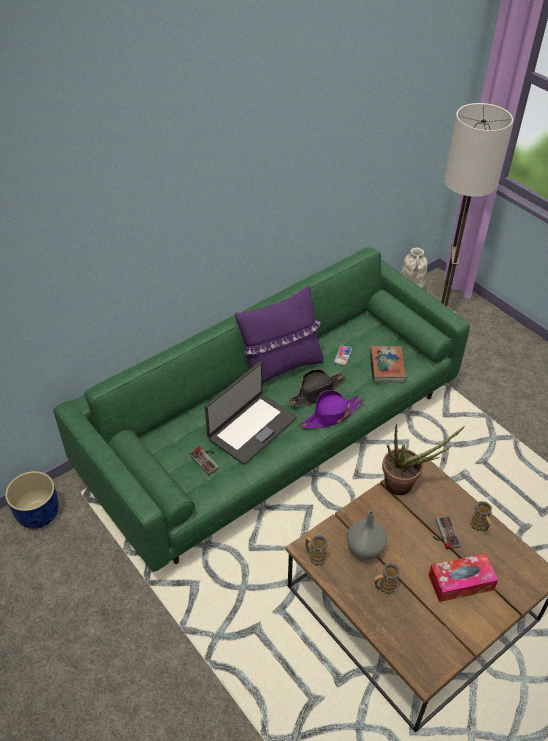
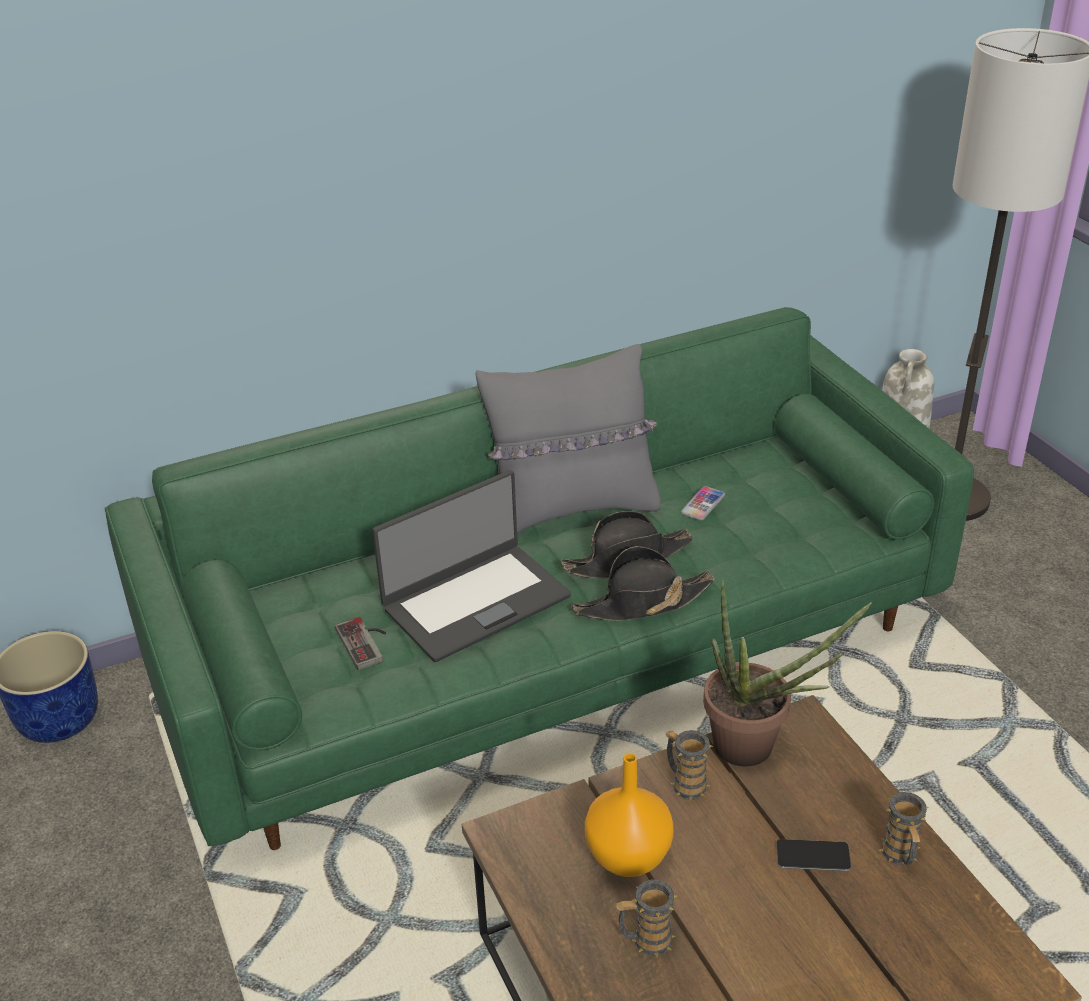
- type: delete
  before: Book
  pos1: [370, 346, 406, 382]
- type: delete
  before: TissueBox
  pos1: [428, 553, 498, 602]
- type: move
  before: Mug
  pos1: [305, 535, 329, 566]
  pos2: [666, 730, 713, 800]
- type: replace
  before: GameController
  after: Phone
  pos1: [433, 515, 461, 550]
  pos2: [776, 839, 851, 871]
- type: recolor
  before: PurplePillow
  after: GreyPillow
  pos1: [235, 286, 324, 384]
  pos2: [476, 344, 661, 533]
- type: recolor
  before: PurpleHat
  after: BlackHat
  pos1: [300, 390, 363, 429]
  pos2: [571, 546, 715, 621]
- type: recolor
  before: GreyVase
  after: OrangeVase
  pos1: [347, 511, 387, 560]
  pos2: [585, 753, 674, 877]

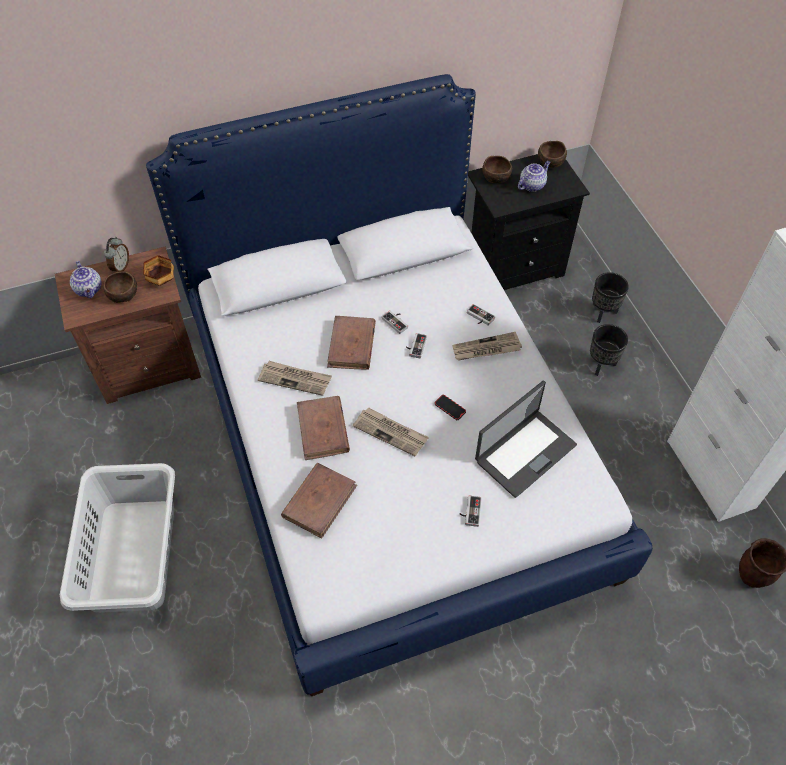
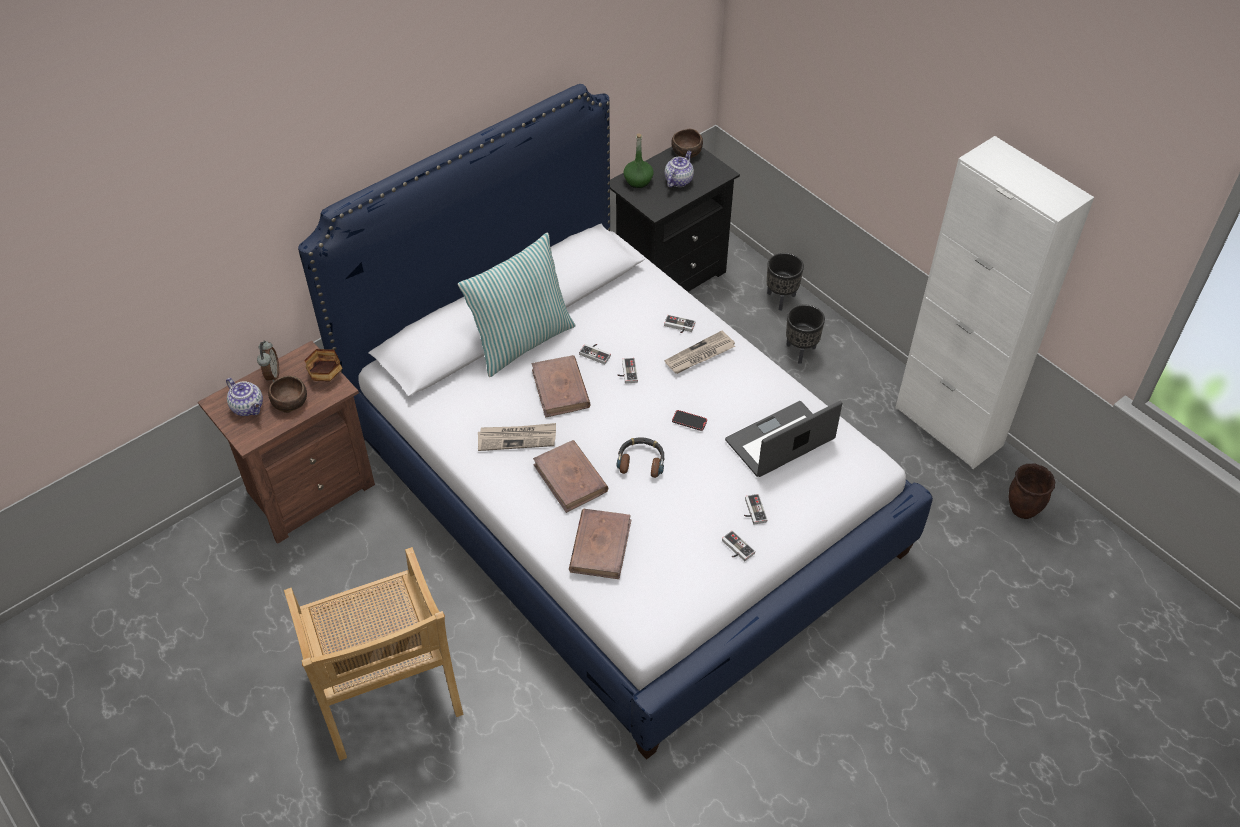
- type: insert
  after: Pillow
  pos2: [458, 232, 575, 377]
- type: insert
  after: GameController
  pos2: [722, 530, 755, 561]
- type: replace
  before: GreyLaundryBasket
  after: BeigeChair
  pos1: [60, 463, 175, 613]
  pos2: [284, 547, 463, 761]
- type: replace
  before: Newspaper
  after: Headphones
  pos1: [353, 407, 429, 456]
  pos2: [616, 437, 665, 478]
- type: replace
  before: BrownBowl
  after: GreenBottle
  pos1: [482, 156, 512, 183]
  pos2: [623, 133, 654, 188]
- type: rotate
  before: Laptop
  pos1: [475, 381, 577, 498]
  pos2: [725, 400, 842, 477]
  turn: -150

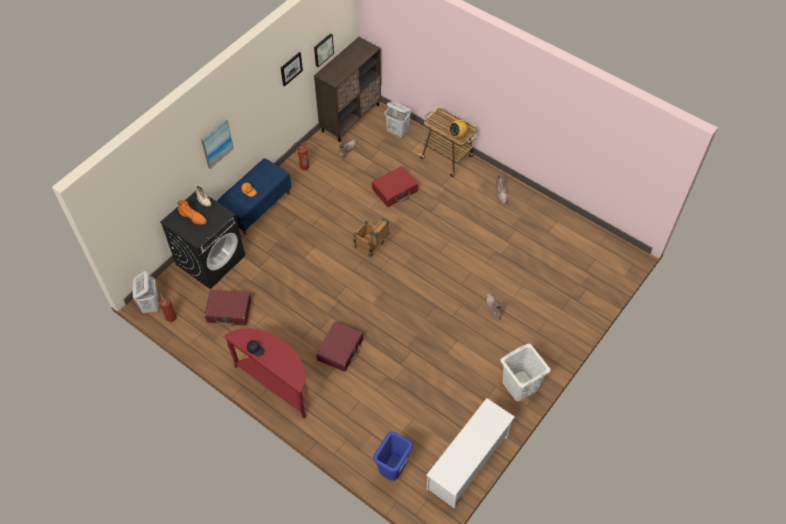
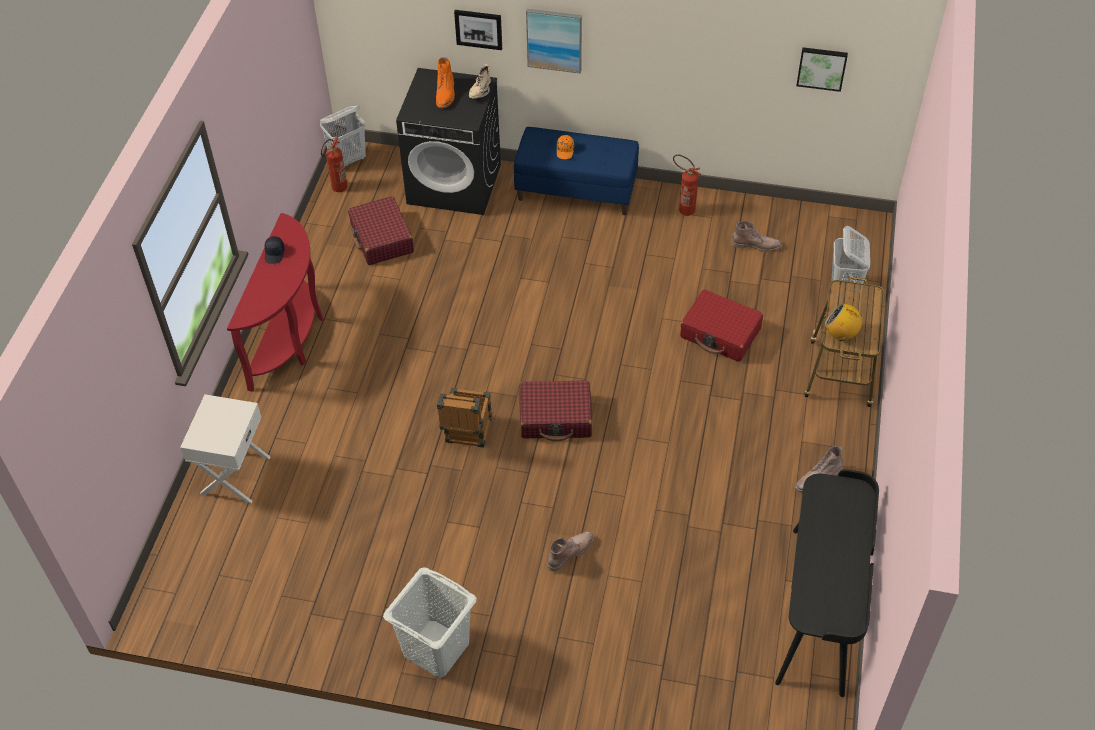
- type: delete
  before: BrownCabinet
  pos1: [314, 37, 381, 142]
- type: delete
  before: BlueTrashCan
  pos1: [373, 432, 413, 481]
- type: delete
  before: WhiteShoeRack
  pos1: [426, 398, 515, 509]
- type: insert
  after: WhiteNightstand
  pos2: [180, 394, 270, 503]
- type: insert
  after: BlackDesk
  pos2: [775, 469, 879, 697]
- type: move
  before: Picture
  pos1: [281, 52, 303, 86]
  pos2: [454, 10, 502, 50]
- type: move
  before: RedSuitcase
  pos1: [316, 321, 363, 372]
  pos2: [520, 380, 592, 441]
- type: move
  before: Crate
  pos1: [353, 217, 389, 257]
  pos2: [437, 388, 492, 448]

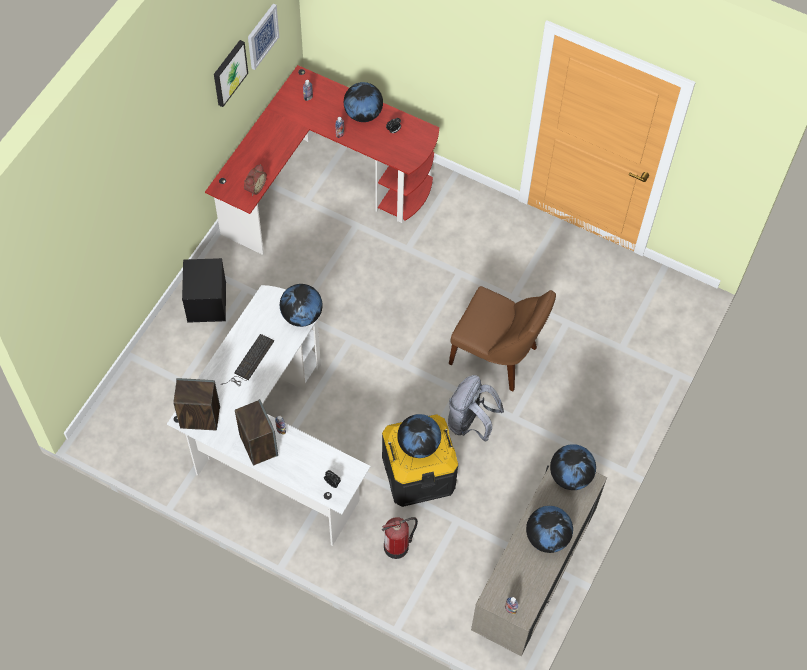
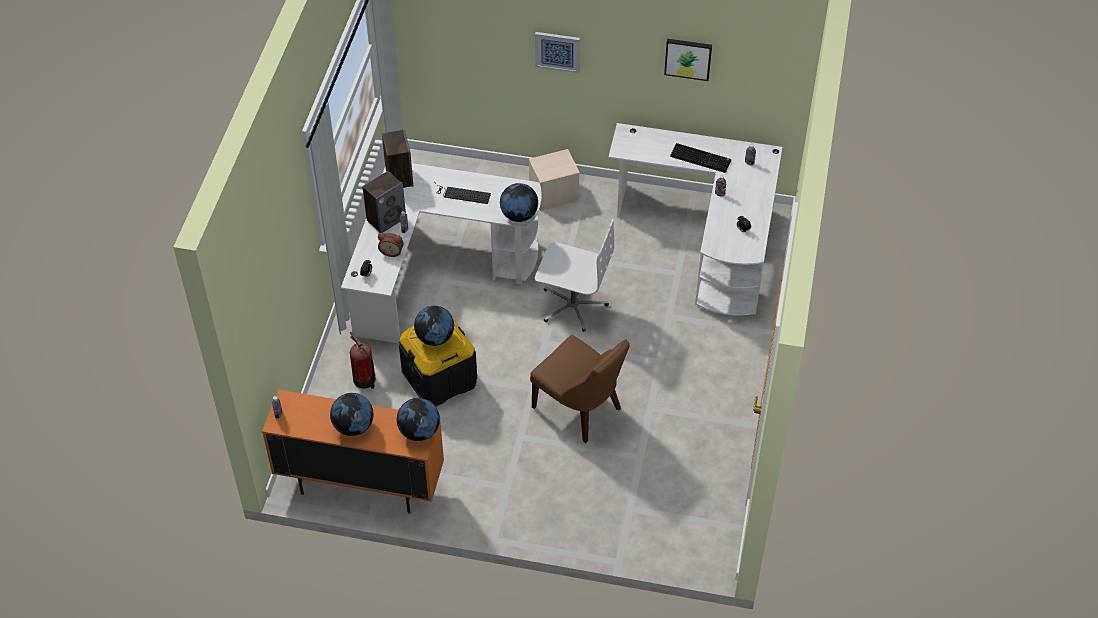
- type: delete
  before: Globe
  pos1: [344, 82, 383, 122]
- type: delete
  before: GreyBackpack
  pos1: [448, 375, 504, 442]
- type: insert
  after: WhiteOfficeChair
  pos2: [535, 219, 614, 332]
- type: insert
  after: Keyboard
  pos2: [670, 143, 731, 173]
- type: move
  before: AlarmClock
  pos1: [244, 164, 267, 196]
  pos2: [378, 233, 404, 257]
- type: move
  before: Picture
  pos1: [248, 3, 279, 70]
  pos2: [535, 32, 580, 73]
- type: recolor
  before: BlackStorageBox
  after: BeigeStorageBox
  pos1: [182, 258, 226, 323]
  pos2: [529, 149, 580, 211]
- type: recolor
  before: RedDesk
  after: WhiteDesk
  pos1: [205, 65, 439, 255]
  pos2: [608, 123, 782, 315]
- type: recolor
  before: BeigeCabinet
  after: OrangeCabinet
  pos1: [471, 465, 607, 656]
  pos2: [262, 389, 444, 514]
- type: rotate
  before: BrownChair
  pos1: [449, 286, 556, 392]
  pos2: [530, 335, 629, 443]
  turn: -60

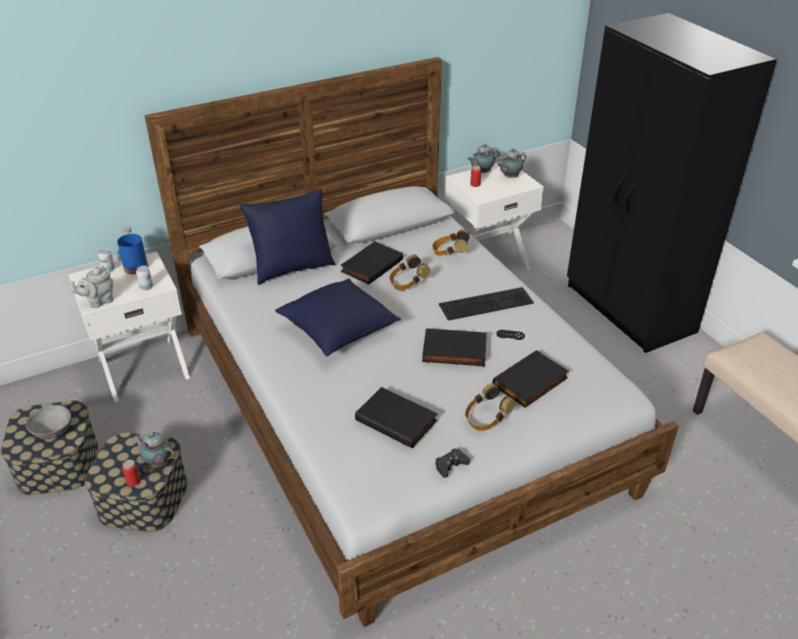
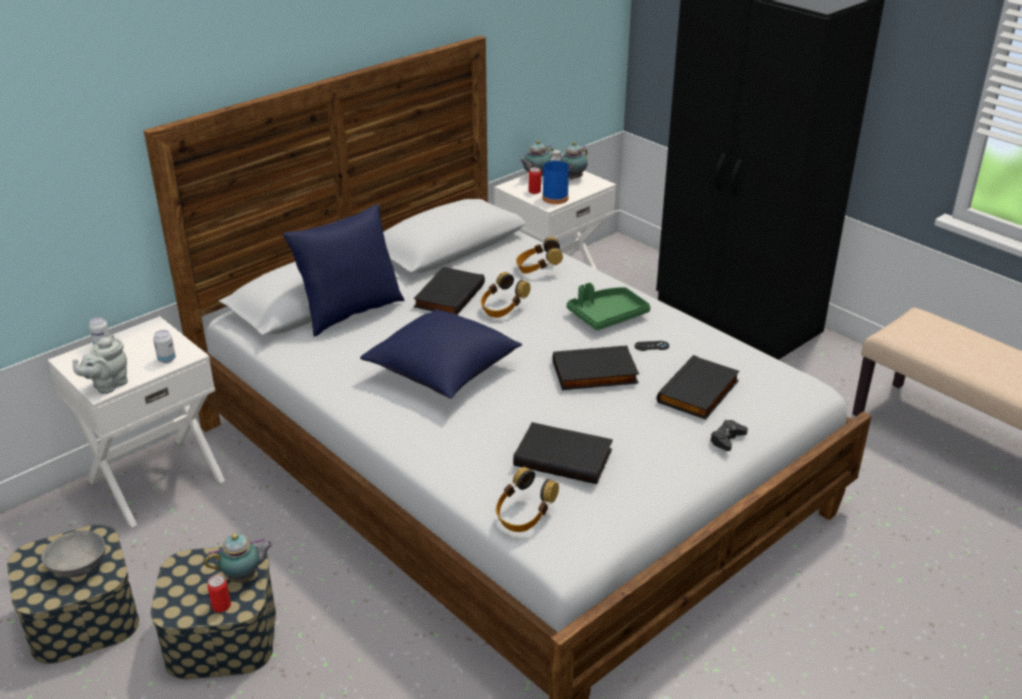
- type: move
  before: BlueBottle
  pos1: [117, 226, 148, 274]
  pos2: [542, 150, 569, 204]
- type: move
  before: BlackGameController
  pos1: [435, 448, 470, 478]
  pos2: [710, 420, 748, 451]
- type: move
  before: Headphones
  pos1: [465, 383, 515, 431]
  pos2: [496, 467, 559, 532]
- type: replace
  before: Keyboard
  after: GreenTray
  pos1: [439, 287, 534, 321]
  pos2: [567, 283, 651, 331]
- type: rotate
  before: Teapot
  pos1: [132, 432, 176, 468]
  pos2: [204, 534, 274, 583]
  turn: 150

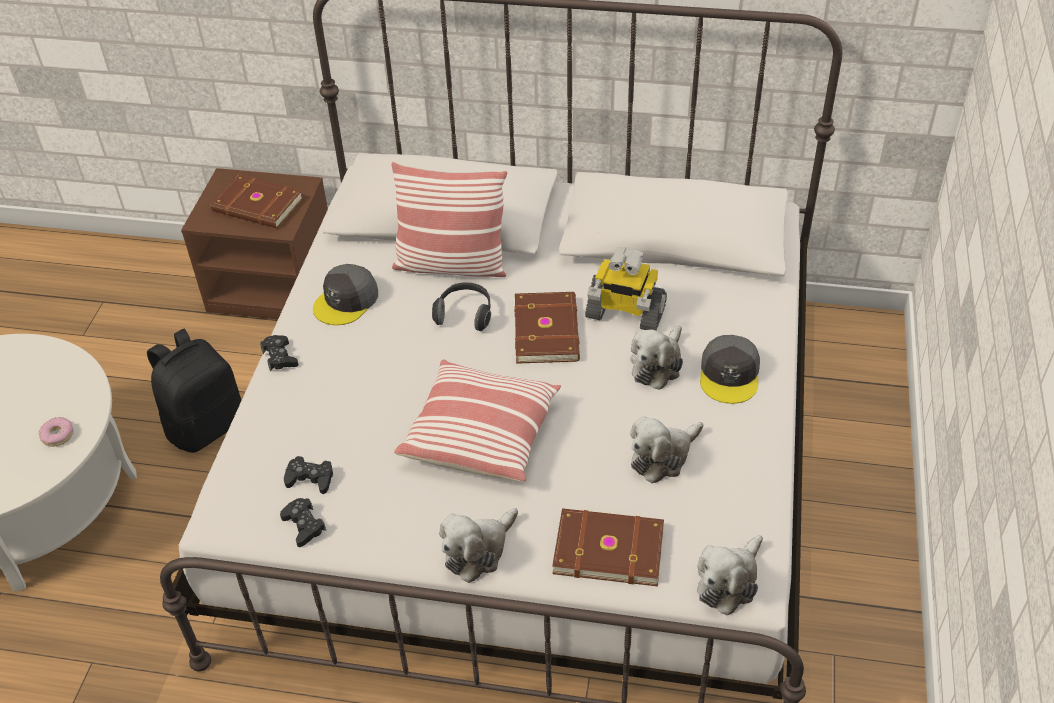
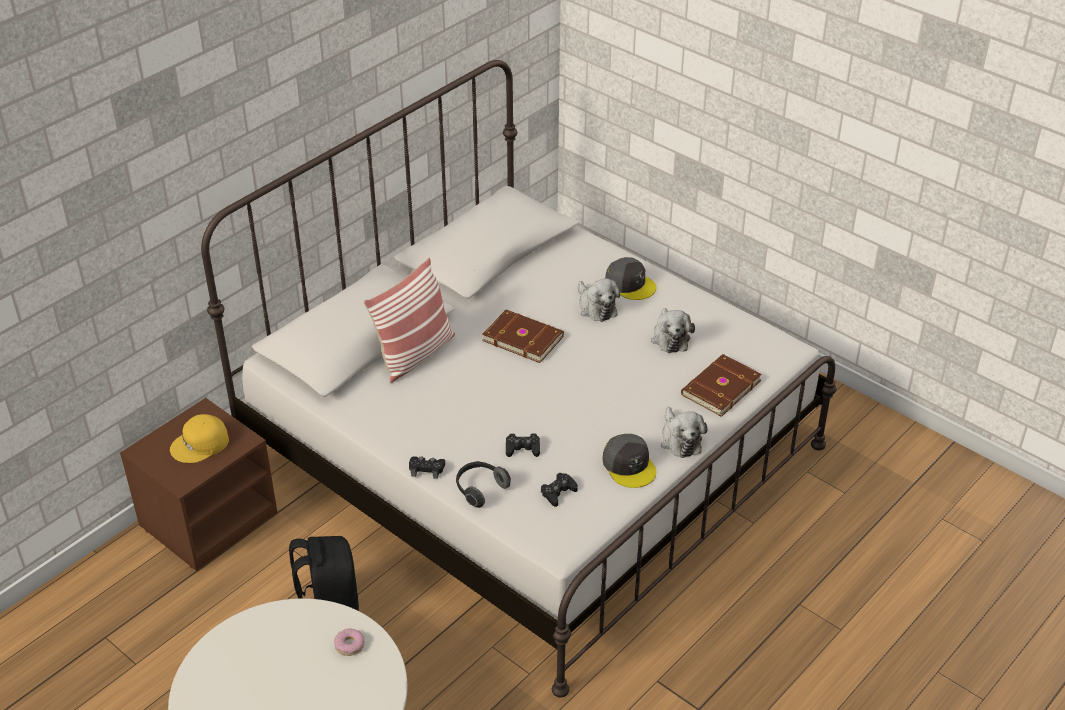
- type: delete
  before: Pillow
  pos1: [394, 359, 561, 482]
- type: delete
  before: ToyRobot
  pos1: [585, 247, 667, 330]
- type: delete
  before: PlushToy
  pos1: [697, 535, 763, 615]
- type: move
  before: BlackGameController
  pos1: [280, 498, 326, 547]
  pos2: [506, 433, 540, 457]
- type: move
  before: GreyCap
  pos1: [313, 264, 378, 325]
  pos2: [602, 434, 656, 488]
- type: move
  before: Headphones
  pos1: [432, 282, 491, 331]
  pos2: [456, 461, 511, 508]
- type: replace
  before: BrownBook
  after: YellowCap
  pos1: [211, 174, 303, 228]
  pos2: [170, 414, 229, 463]

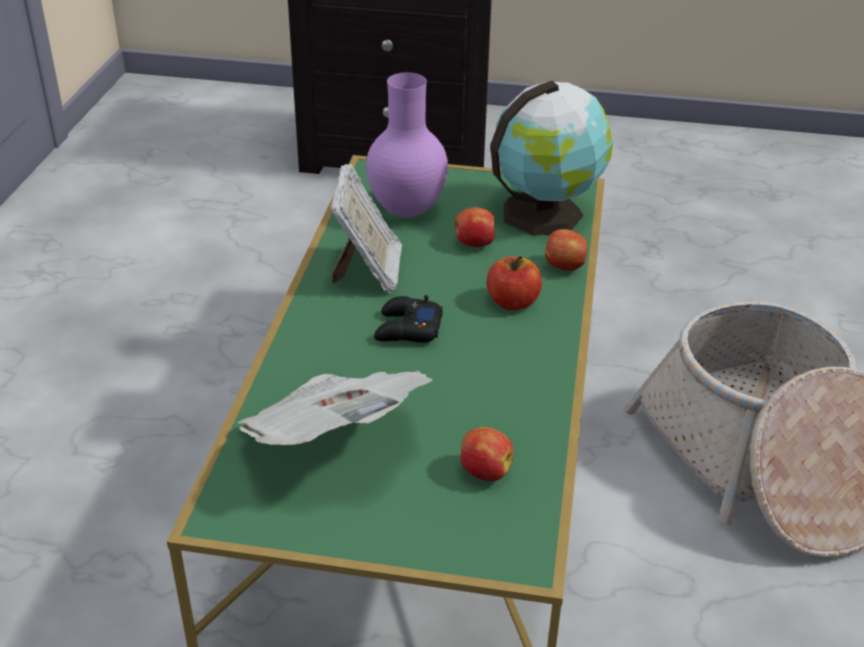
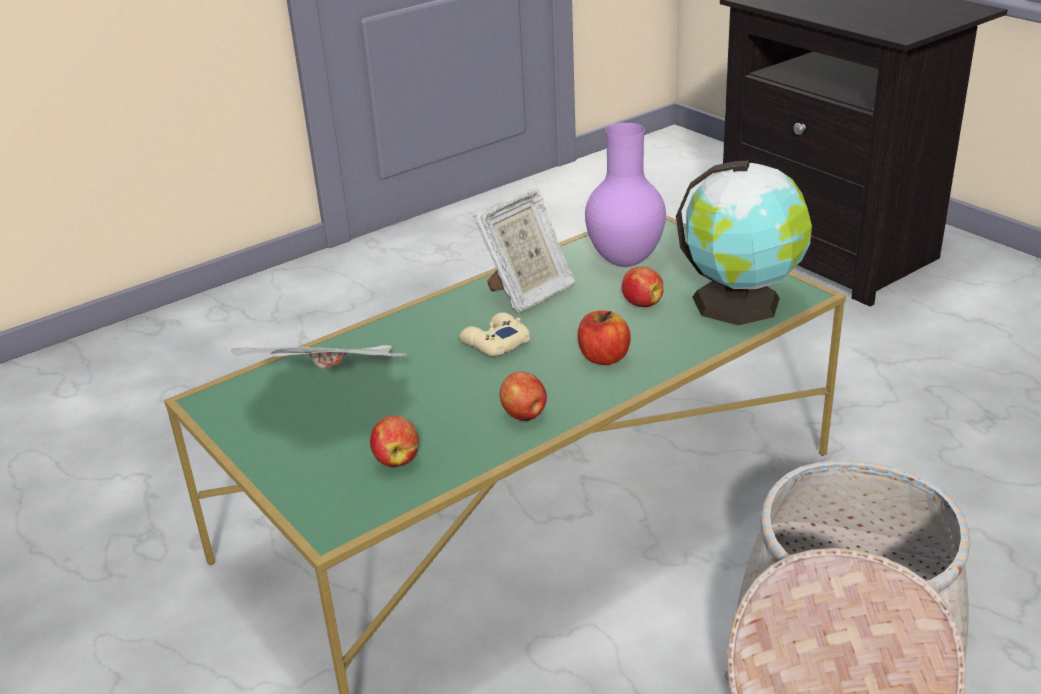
- type: move
  before: Apple
  pos1: [545, 229, 587, 270]
  pos2: [500, 371, 547, 421]
- type: recolor
  before: BlackGameController
  after: BeigeGameController
  pos1: [374, 295, 443, 342]
  pos2: [459, 312, 530, 356]

